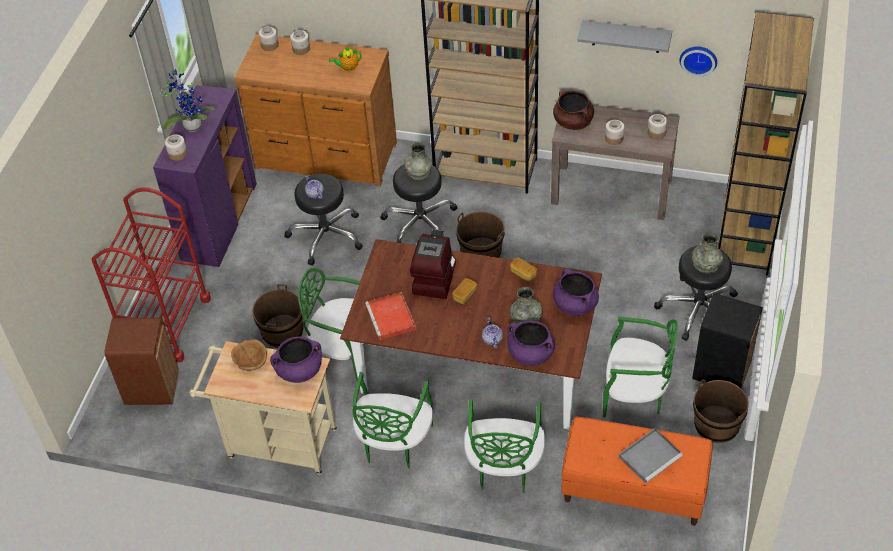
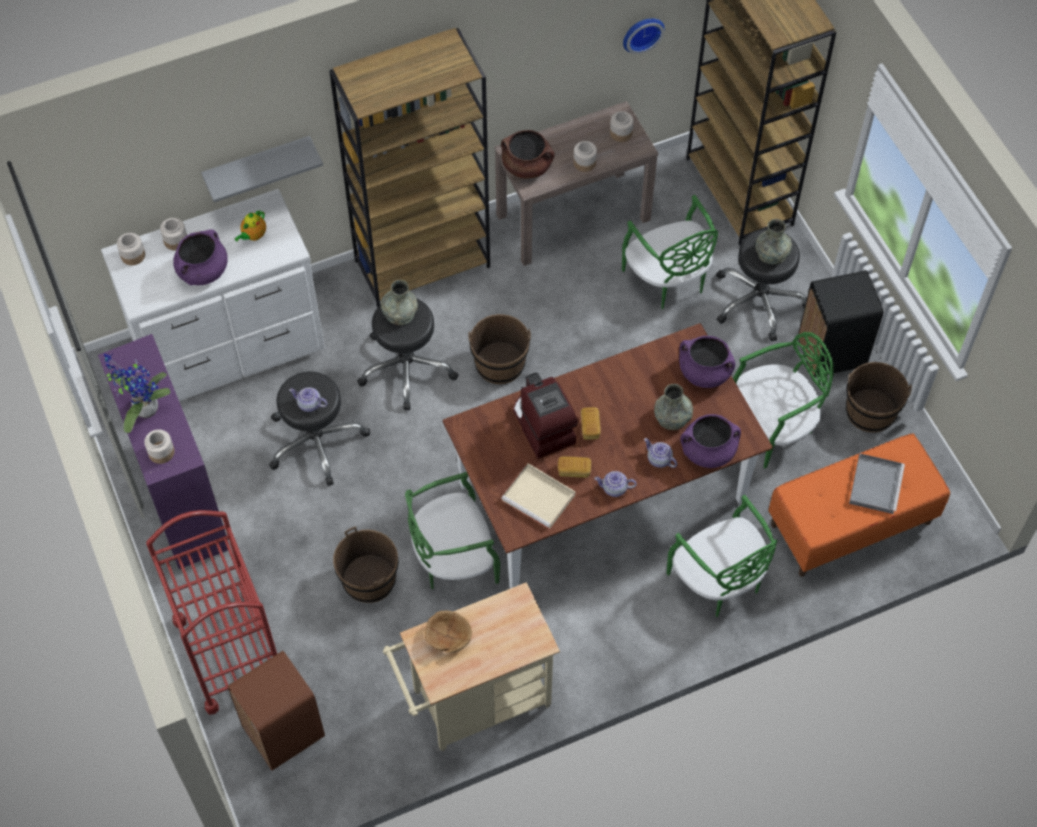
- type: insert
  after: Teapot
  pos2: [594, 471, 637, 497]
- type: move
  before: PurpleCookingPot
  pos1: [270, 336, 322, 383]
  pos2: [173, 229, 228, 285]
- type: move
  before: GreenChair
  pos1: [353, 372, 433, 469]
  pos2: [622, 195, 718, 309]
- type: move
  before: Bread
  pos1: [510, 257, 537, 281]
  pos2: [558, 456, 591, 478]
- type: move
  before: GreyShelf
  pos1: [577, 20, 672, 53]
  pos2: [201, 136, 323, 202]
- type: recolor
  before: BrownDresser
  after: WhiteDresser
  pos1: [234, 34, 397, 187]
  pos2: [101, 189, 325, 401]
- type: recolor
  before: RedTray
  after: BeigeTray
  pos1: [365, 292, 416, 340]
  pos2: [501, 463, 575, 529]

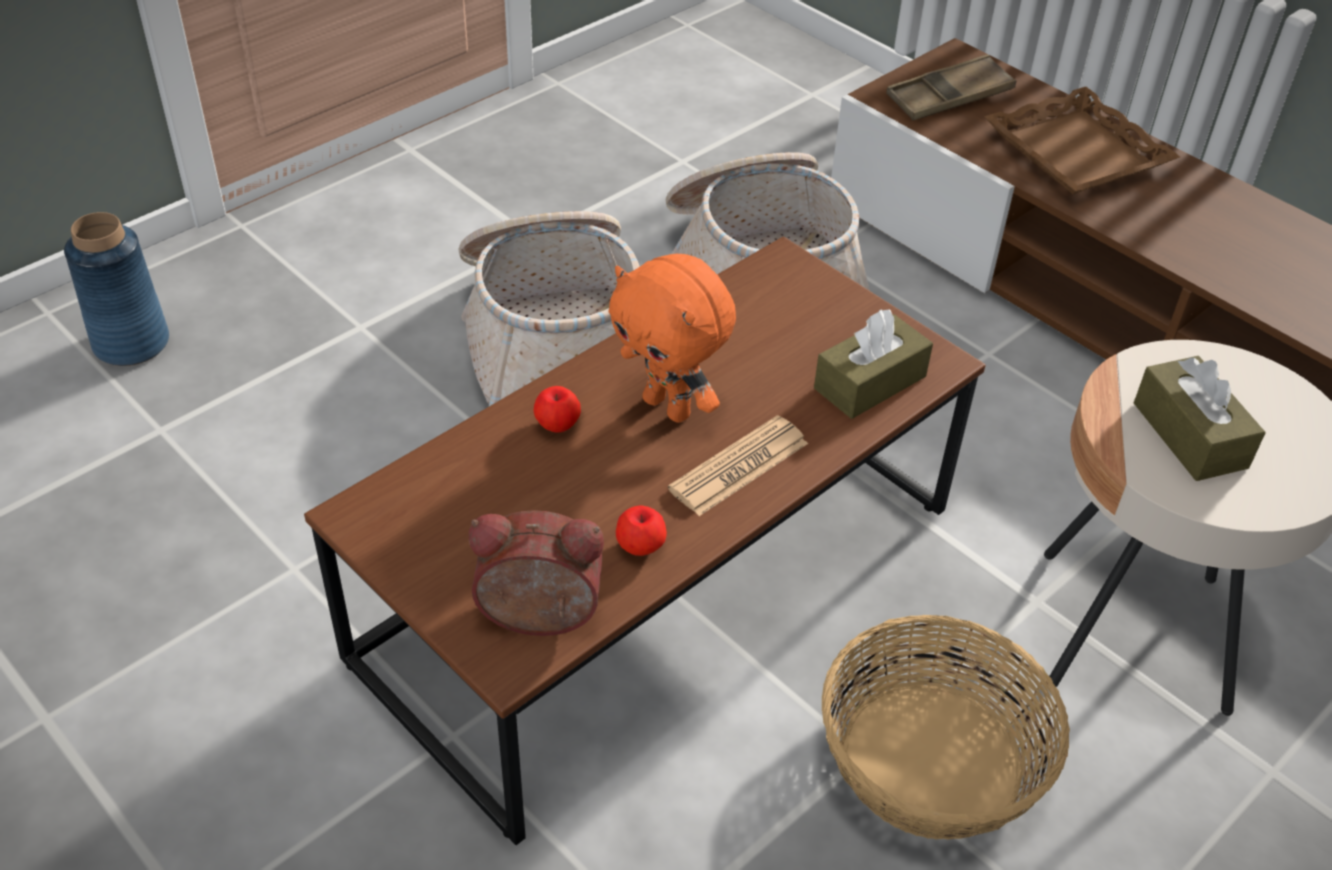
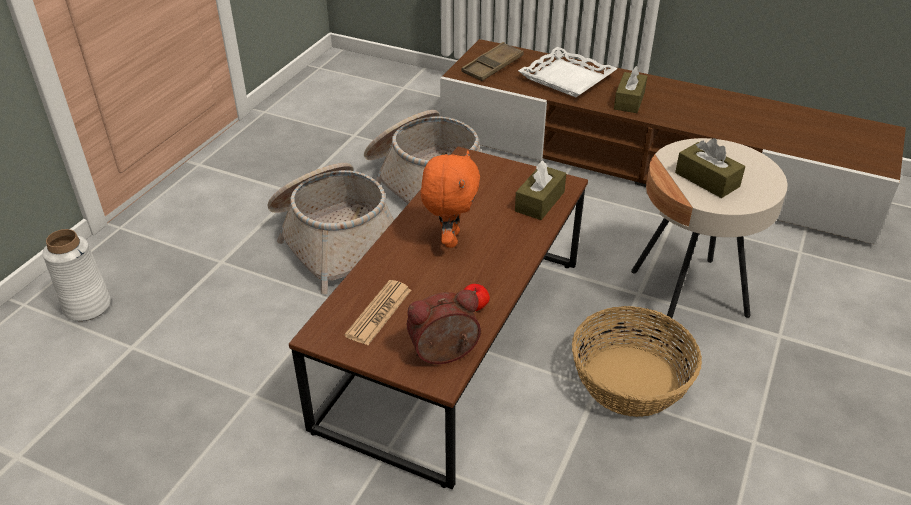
- type: delete
  before: Apple
  pos1: [533, 386, 581, 433]
- type: insert
  after: BrownTissueBox
  pos2: [614, 66, 647, 113]
- type: move
  before: Newspaper
  pos1: [668, 415, 808, 516]
  pos2: [345, 280, 411, 345]
- type: recolor
  before: BlueVase
  after: WhiteVase
  pos1: [64, 212, 169, 366]
  pos2: [42, 229, 111, 321]
- type: recolor
  before: BrownTray
  after: WhiteTray
  pos1: [984, 87, 1180, 194]
  pos2: [518, 47, 618, 97]
- type: rotate
  before: OrangePlushToy
  pos1: [608, 254, 736, 423]
  pos2: [421, 150, 480, 248]
  turn: -105

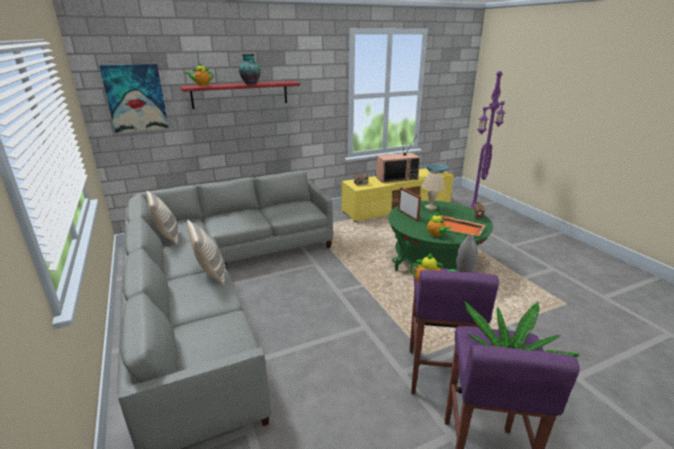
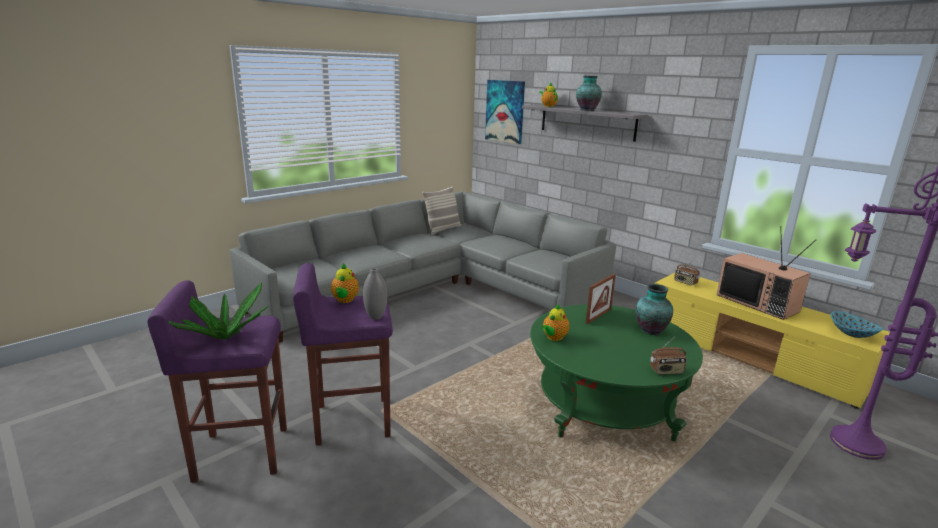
- type: delete
  before: Pillow
  pos1: [187, 220, 225, 286]
- type: delete
  before: OrangeTray
  pos1: [441, 216, 486, 236]
- type: replace
  before: BeigeTableLamp
  after: Vase
  pos1: [422, 171, 445, 210]
  pos2: [635, 284, 673, 335]
- type: recolor
  before: RedShelf
  after: GreyShelf
  pos1: [180, 81, 300, 109]
  pos2: [522, 105, 648, 142]

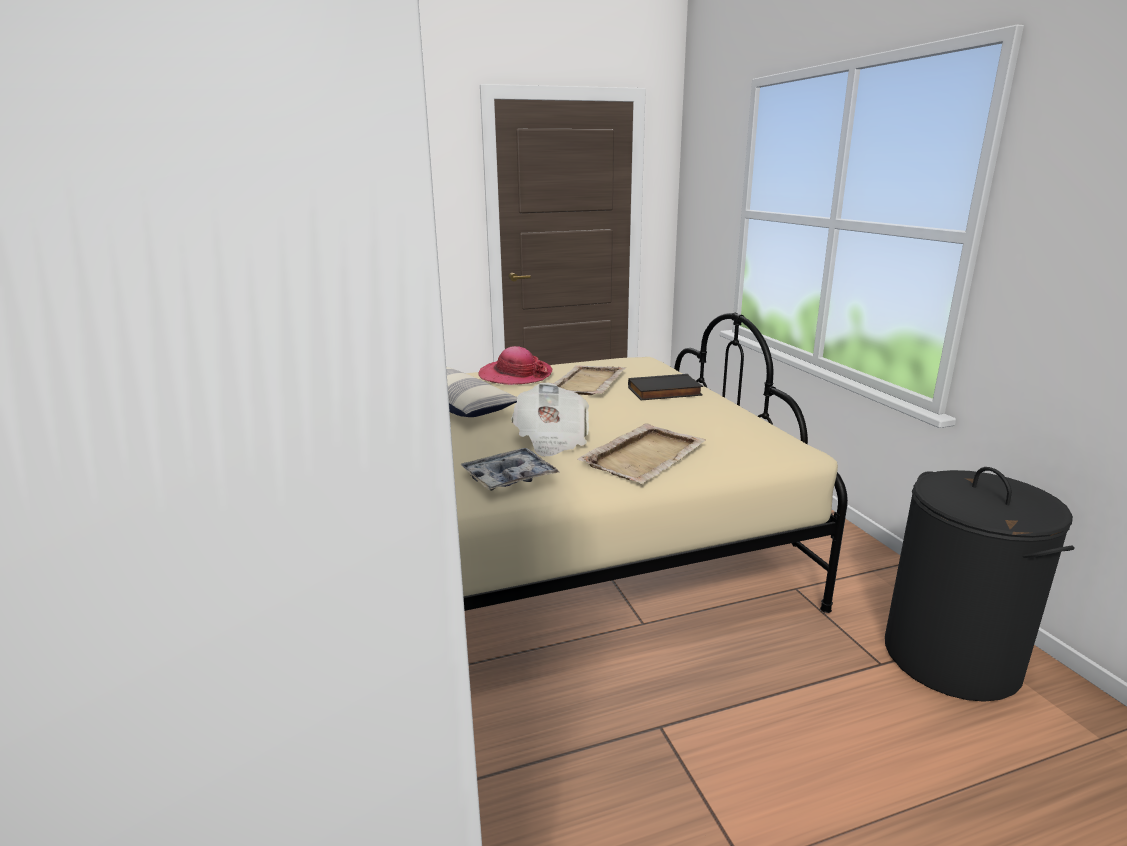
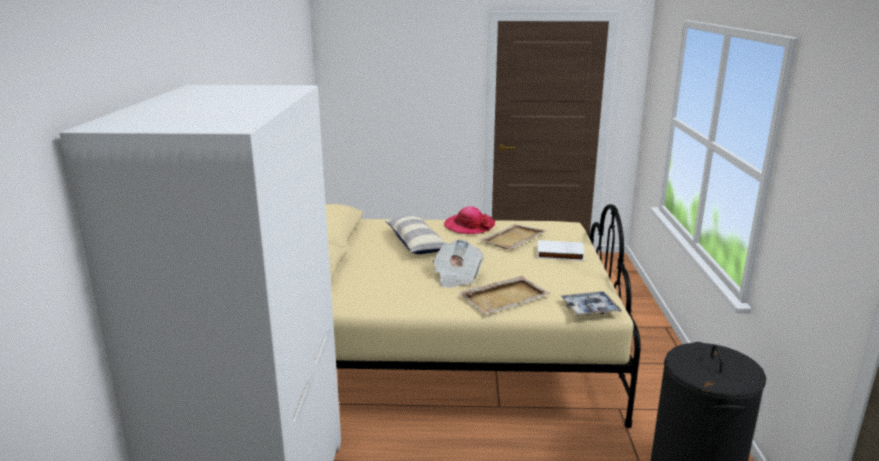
- type: move
  before: Tray
  pos1: [460, 448, 559, 491]
  pos2: [561, 291, 622, 316]
- type: recolor
  before: BlackBook
  after: WhiteBook
  pos1: [628, 374, 703, 400]
  pos2: [537, 240, 585, 261]

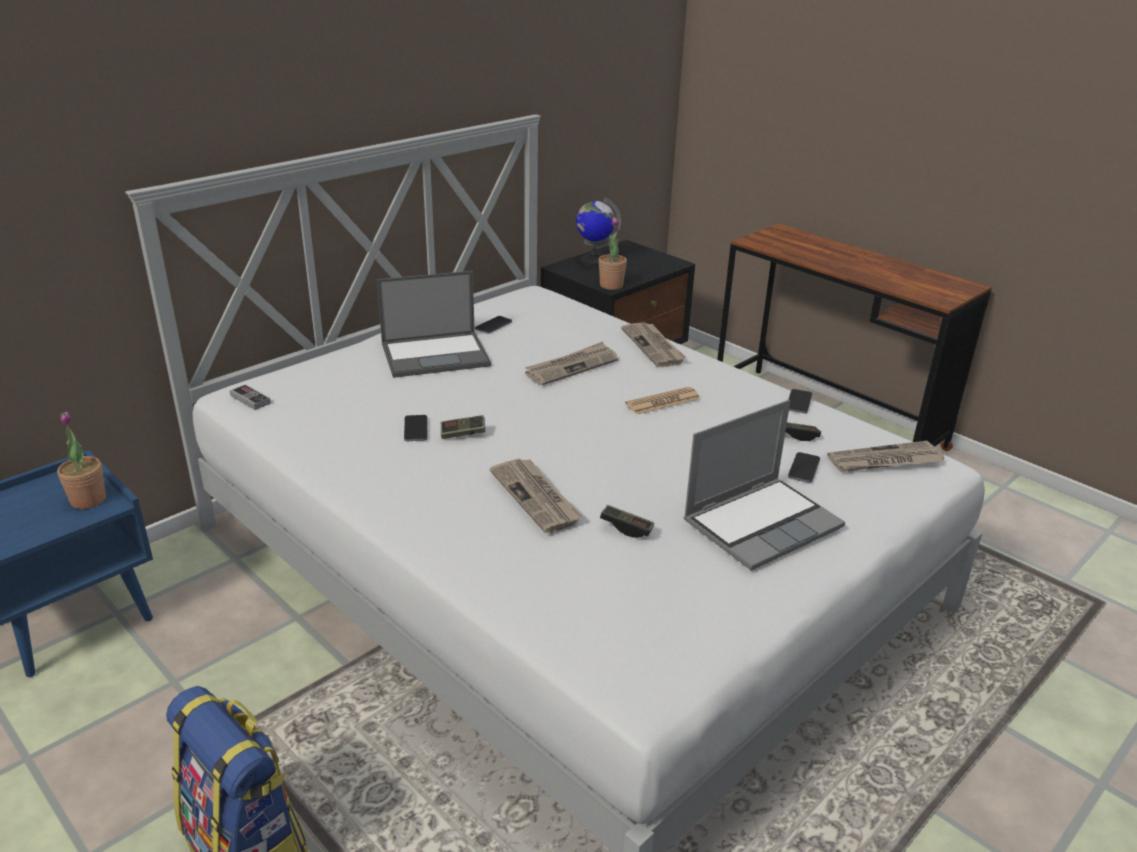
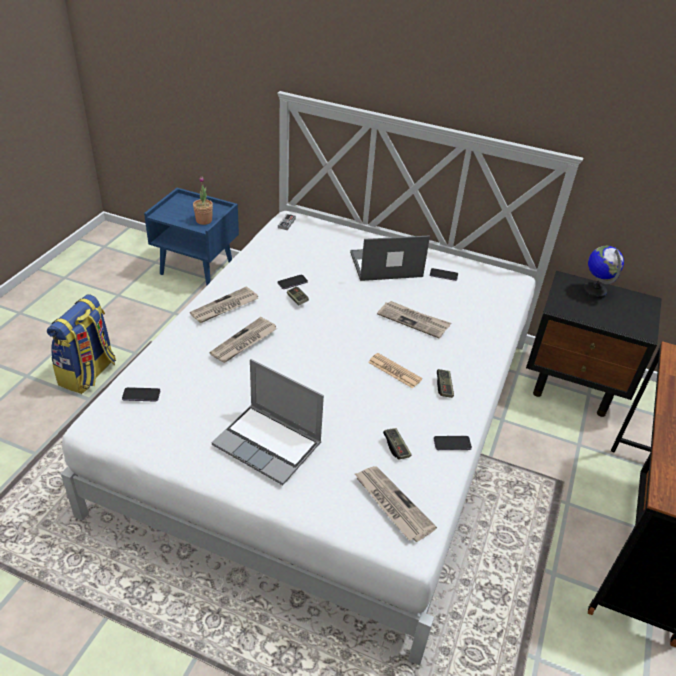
- type: delete
  before: PottedPlant
  pos1: [599, 217, 627, 290]
- type: move
  before: GameController
  pos1: [600, 505, 654, 538]
  pos2: [437, 369, 454, 398]
- type: move
  before: Newspaper
  pos1: [621, 322, 686, 367]
  pos2: [190, 286, 258, 323]
- type: move
  before: Phone
  pos1: [788, 452, 820, 483]
  pos2: [122, 387, 160, 402]
- type: rotate
  before: Laptop
  pos1: [377, 271, 491, 378]
  pos2: [350, 235, 430, 281]
  turn: 120

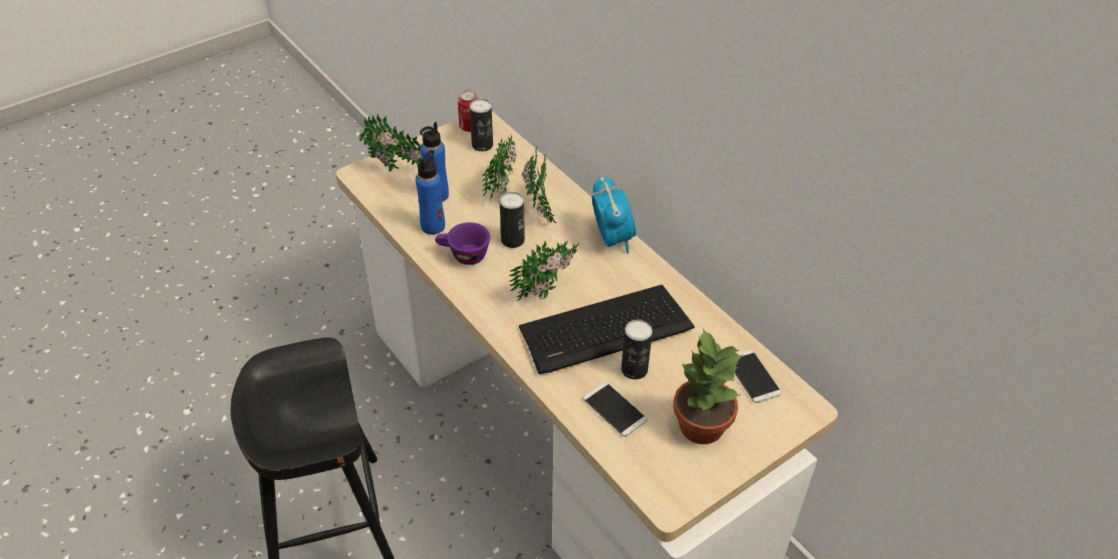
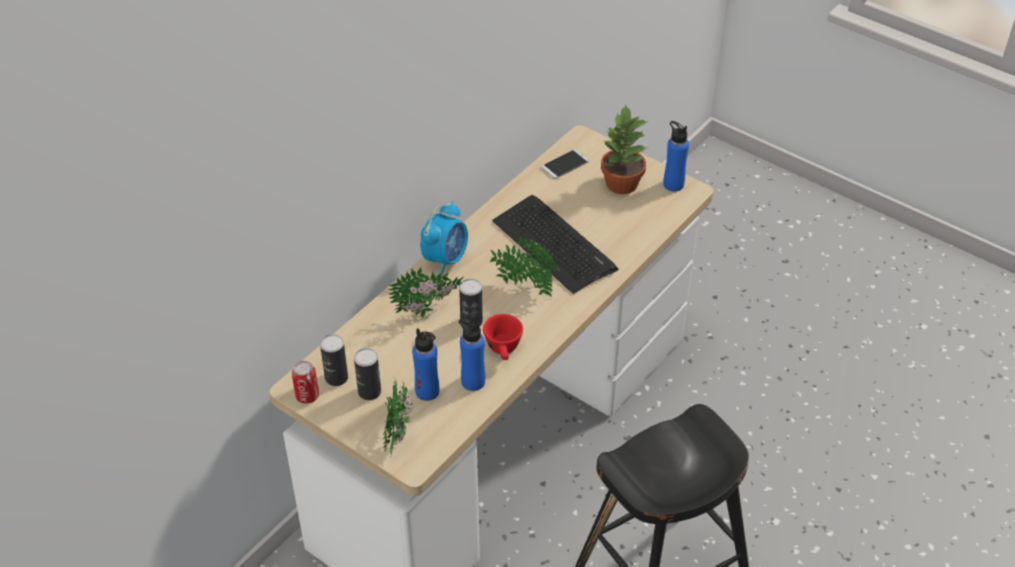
- type: delete
  before: PottedPlant
  pos1: [482, 135, 517, 202]
- type: delete
  before: Phone
  pos1: [583, 382, 647, 436]
- type: insert
  after: BlueBottle
  pos2: [663, 121, 689, 192]
- type: move
  before: Can
  pos1: [621, 319, 652, 379]
  pos2: [354, 348, 381, 400]
- type: recolor
  before: PurpleCup
  after: RedCup
  pos1: [435, 222, 490, 265]
  pos2: [483, 314, 523, 360]
- type: rotate
  before: AlarmClock
  pos1: [592, 176, 636, 254]
  pos2: [420, 202, 468, 275]
  turn: 150

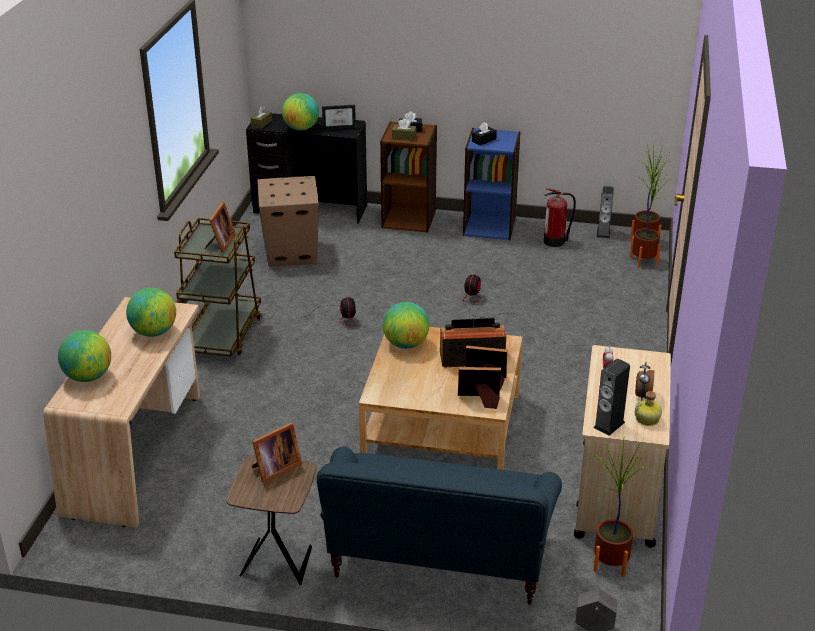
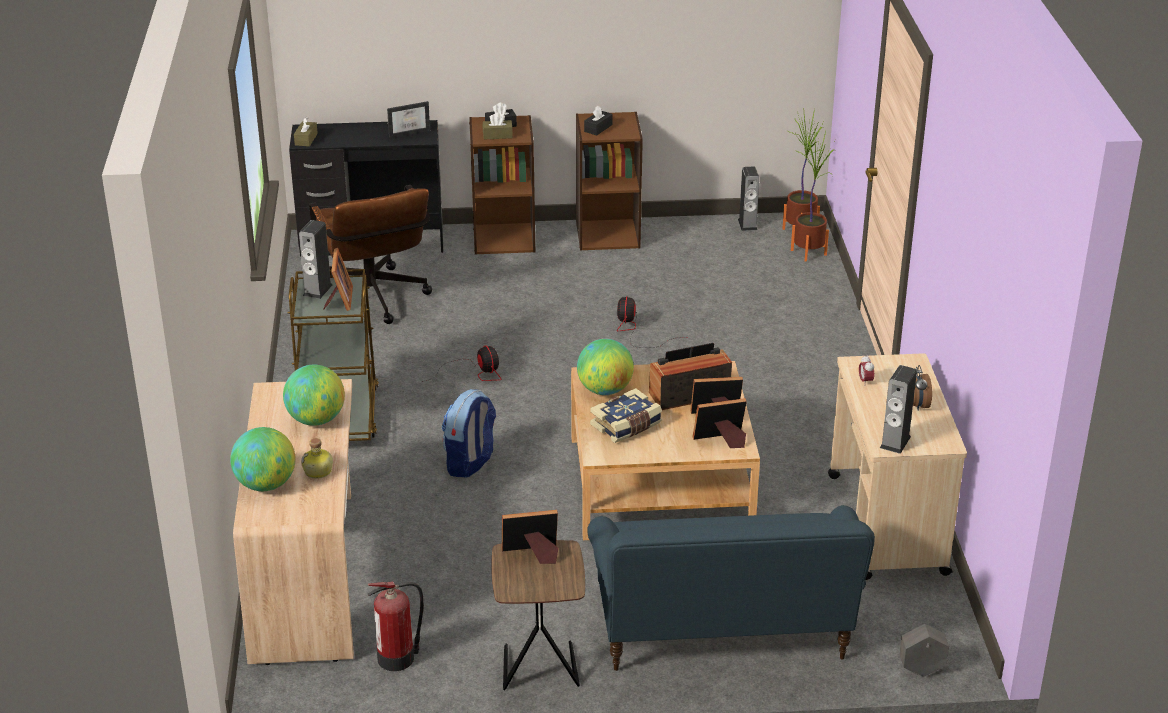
- type: delete
  before: Globe
  pos1: [282, 93, 319, 131]
- type: delete
  before: PottedPlant
  pos1: [593, 440, 649, 577]
- type: insert
  after: Speaker
  pos2: [299, 220, 332, 299]
- type: insert
  after: Backpack
  pos2: [442, 389, 496, 478]
- type: insert
  after: Book
  pos2: [590, 388, 662, 443]
- type: move
  before: FireExtinguisher
  pos1: [544, 188, 576, 247]
  pos2: [368, 581, 424, 671]
- type: move
  before: Bottle
  pos1: [635, 391, 662, 426]
  pos2: [301, 438, 333, 479]
- type: replace
  before: CardboardBox
  after: BrownOfficeChair
  pos1: [257, 176, 319, 267]
  pos2: [309, 185, 432, 324]
- type: recolor
  before: BlueBookcase
  after: BrownBookcase
  pos1: [463, 128, 521, 240]
  pos2: [576, 112, 643, 251]
- type: rotate
  before: PictureFrame
  pos1: [252, 423, 302, 483]
  pos2: [502, 510, 558, 564]
  turn: -135

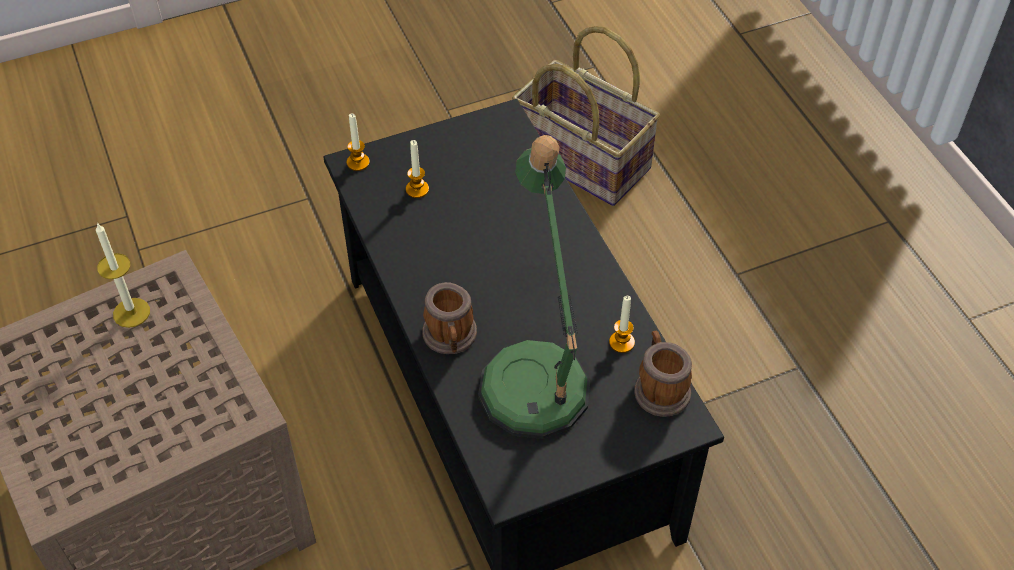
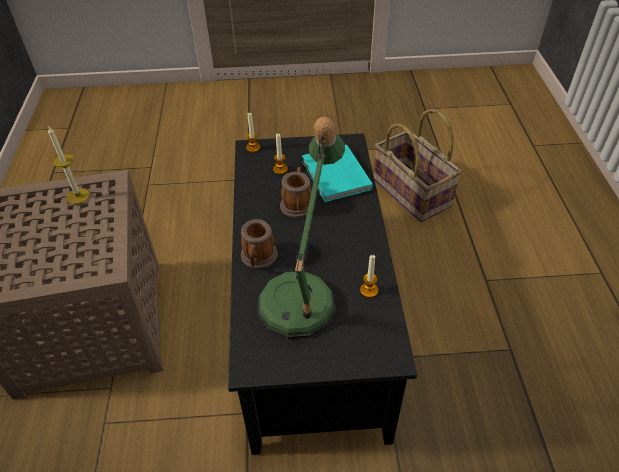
- type: insert
  after: TurquoiseBook
  pos2: [302, 145, 373, 203]
- type: move
  before: Mug
  pos1: [634, 330, 692, 417]
  pos2: [280, 167, 312, 218]

